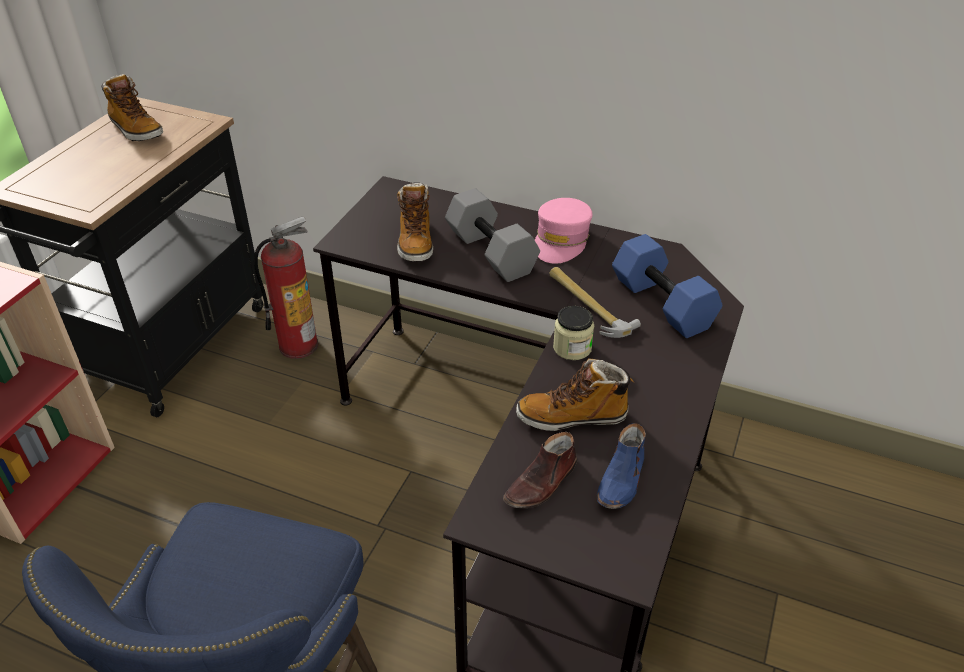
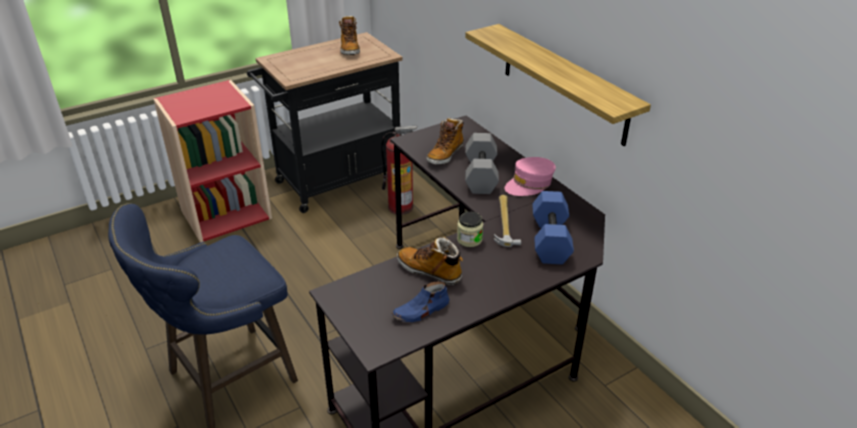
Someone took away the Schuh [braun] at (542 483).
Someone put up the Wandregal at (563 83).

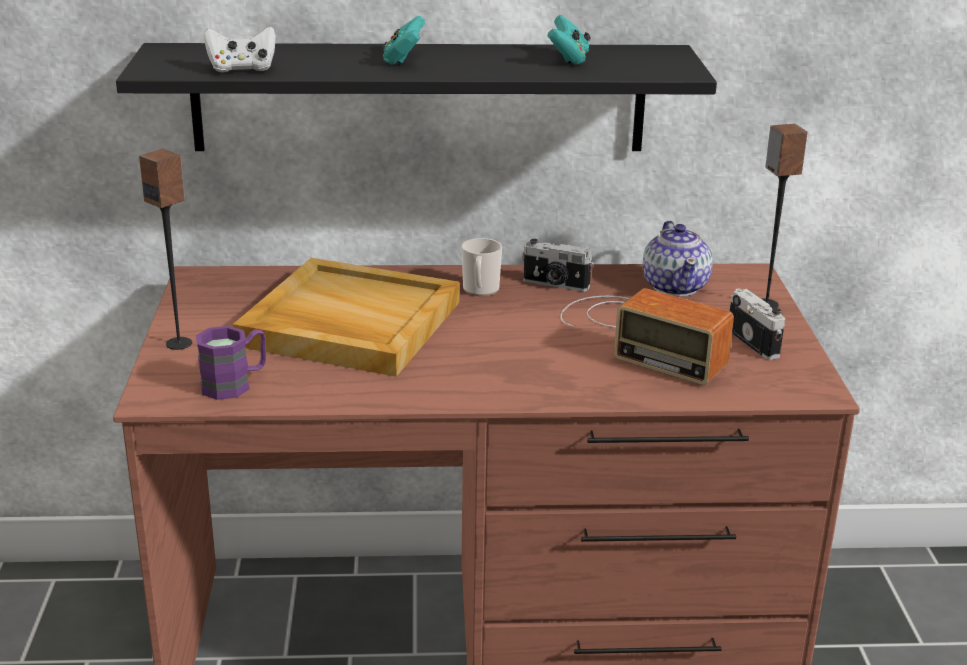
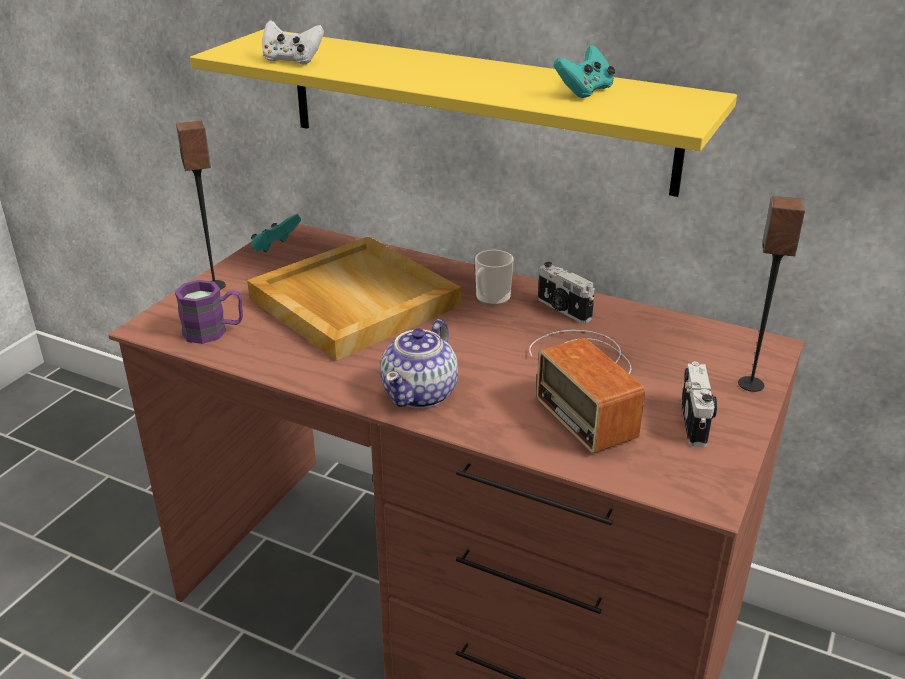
Someone carried the Gamepad [türkis] from (403 60) to (276 247).
Someone repainted the Wandregal [schwarz] at (419 97), which became the Wandregal [gelb] at (475 109).
Someone carried the Teekanne from (675 286) to (421 393).

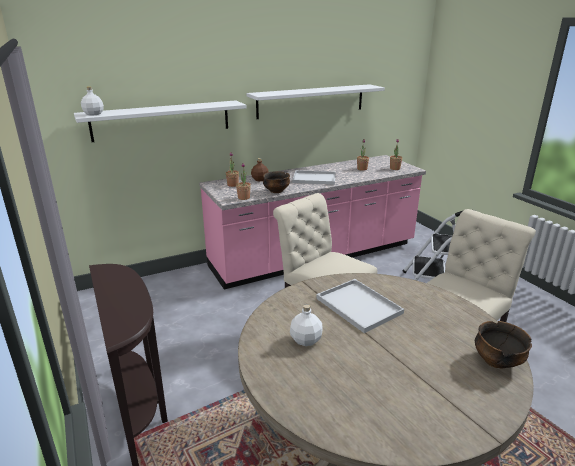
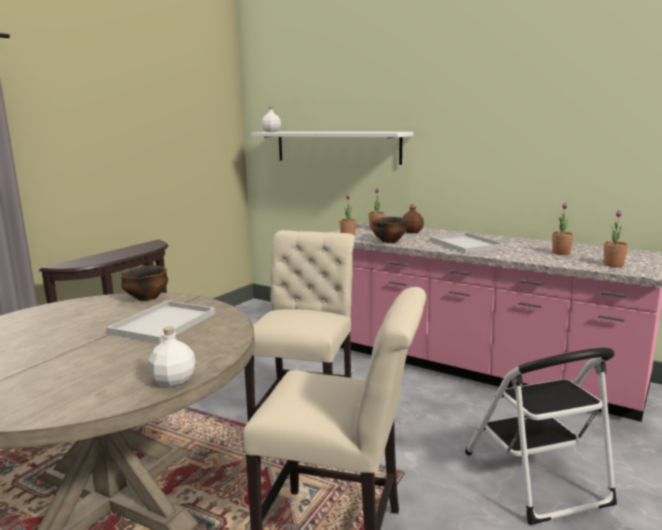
Someone took away the Wandregal [weiß] at (311 101).
Someone carried the Flasche [weiß] from (305 340) to (173 381).
Someone carried the Schüssel from (497 361) to (147 298).

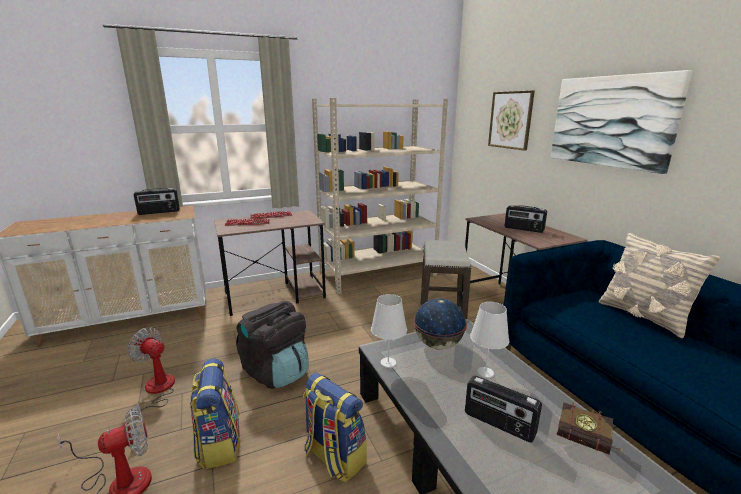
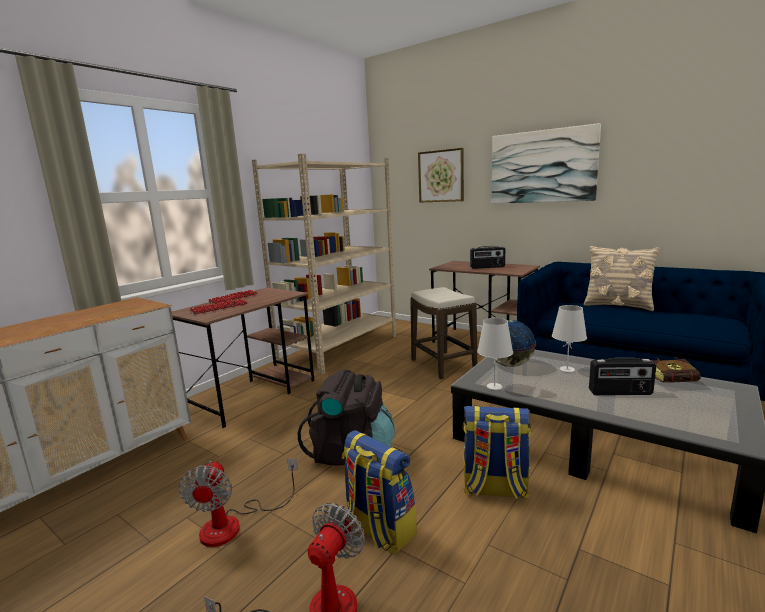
Someone took away the Radio at (159 212).
Someone rotated the Ventilator at (156 391) by 90 degrees counterclockwise.

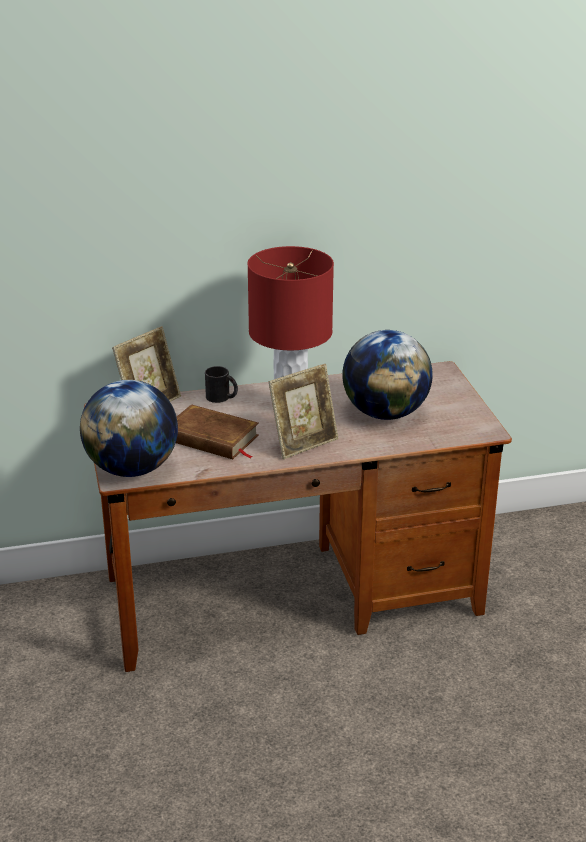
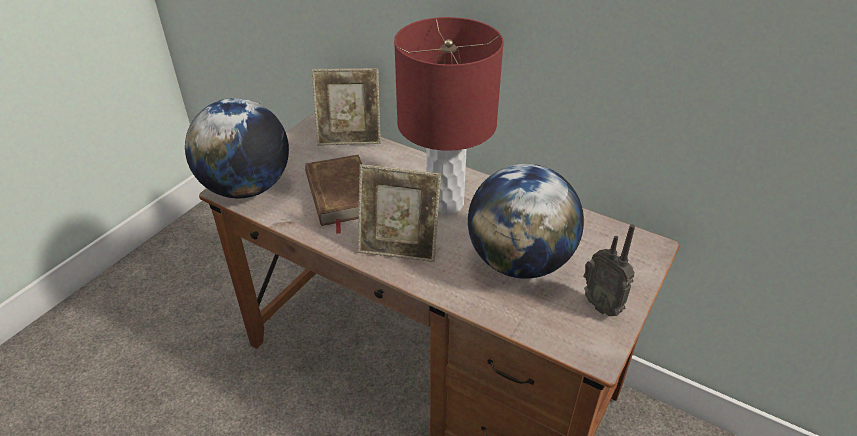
Someone took away the Henkelbecher [schwarz] at (222 397).
Someone put down the Radio at (602 305).

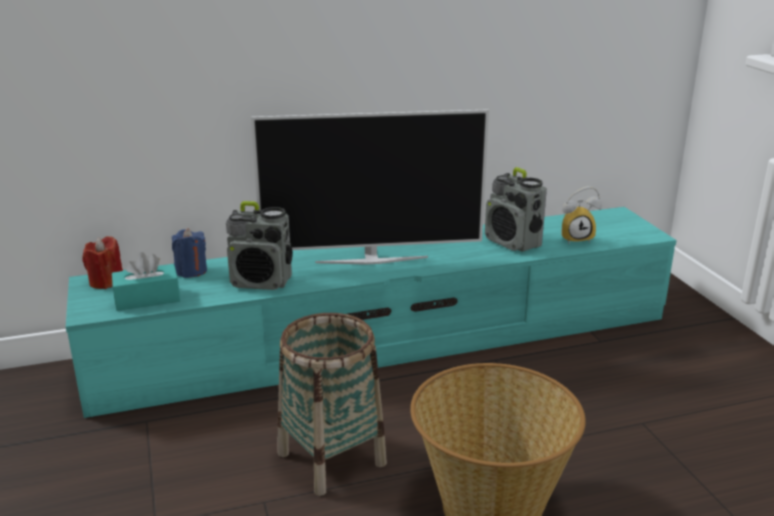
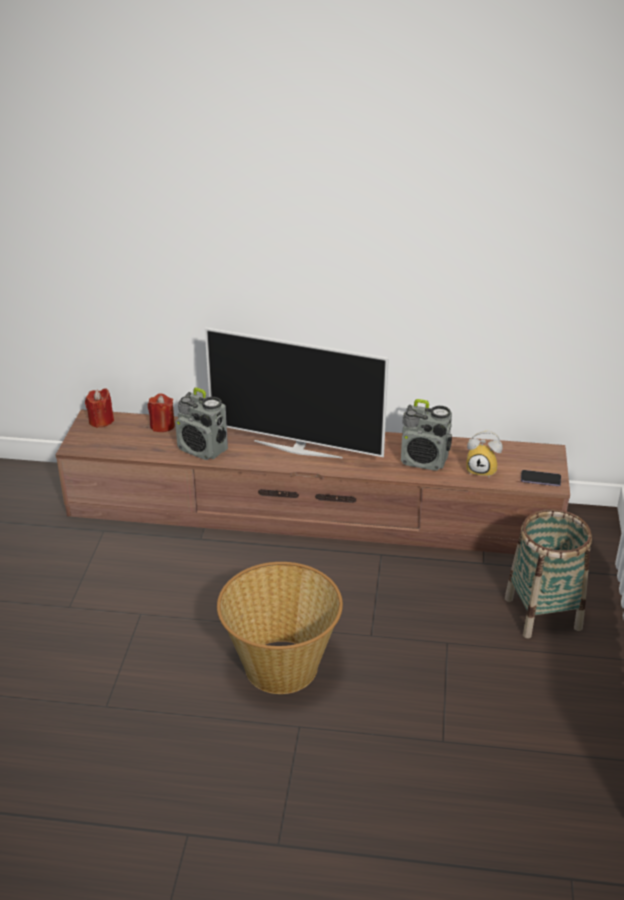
Someone rotated the Radio at (513 243) by 60 degrees counterclockwise.
Someone repainted the Fernsehschrank [türkis] at (386 339), which became the Fernsehschrank [braun] at (312 511).
Someone repainted the Kerze [blau] at (191 271), which became the Kerze [rot] at (162 425).
Someone took away the Taschentuchbox [türkis] at (147 299).
Someone carried the Korb from (332 458) to (543 613).
Someone put down the Handy at (540 479).

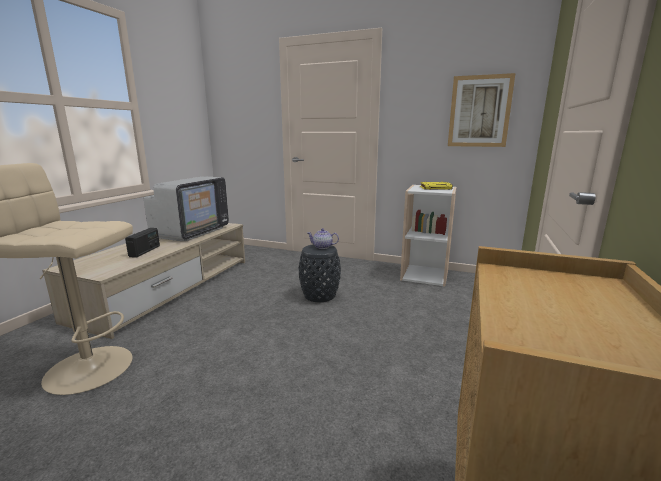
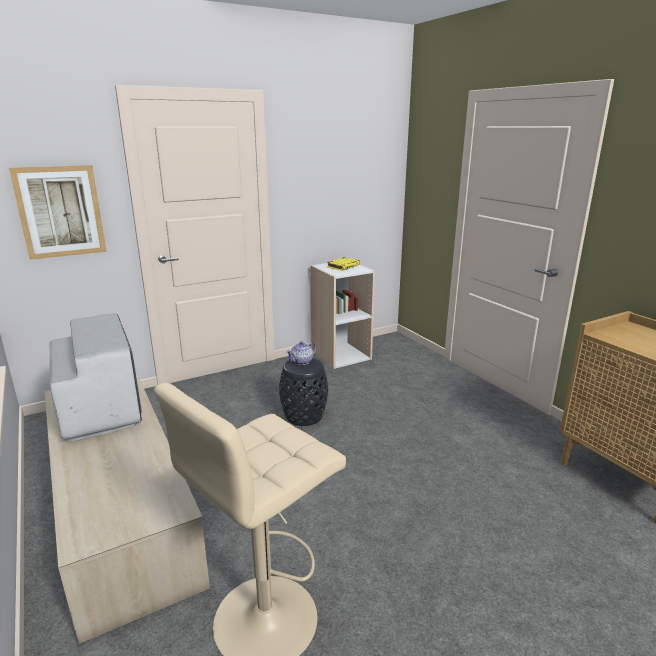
Someone carried the Bild from (479 111) to (60 212).
Someone took away the Radio at (145 251).

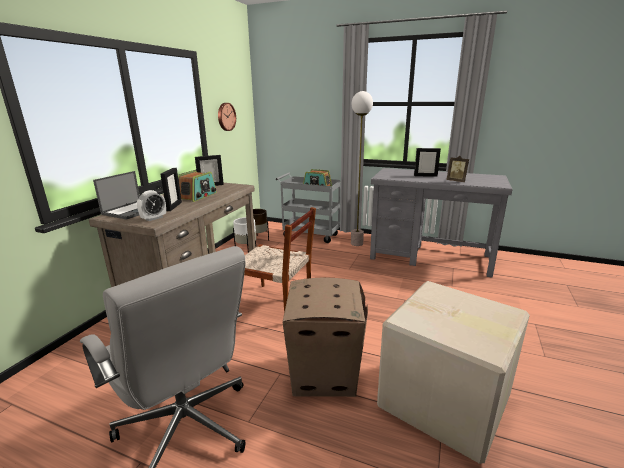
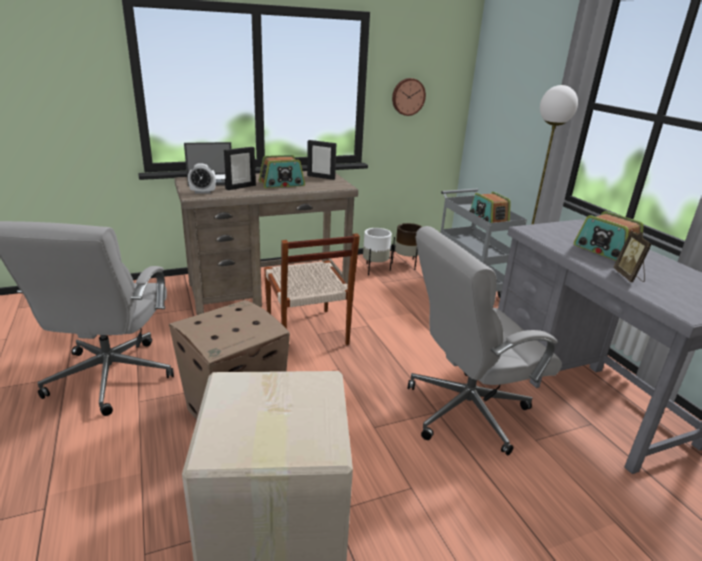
Someone swapped the Bilderrahmen at (425 176) for the Radio at (605 251).
Someone put down the Bürostuhl [grau] at (467 410).

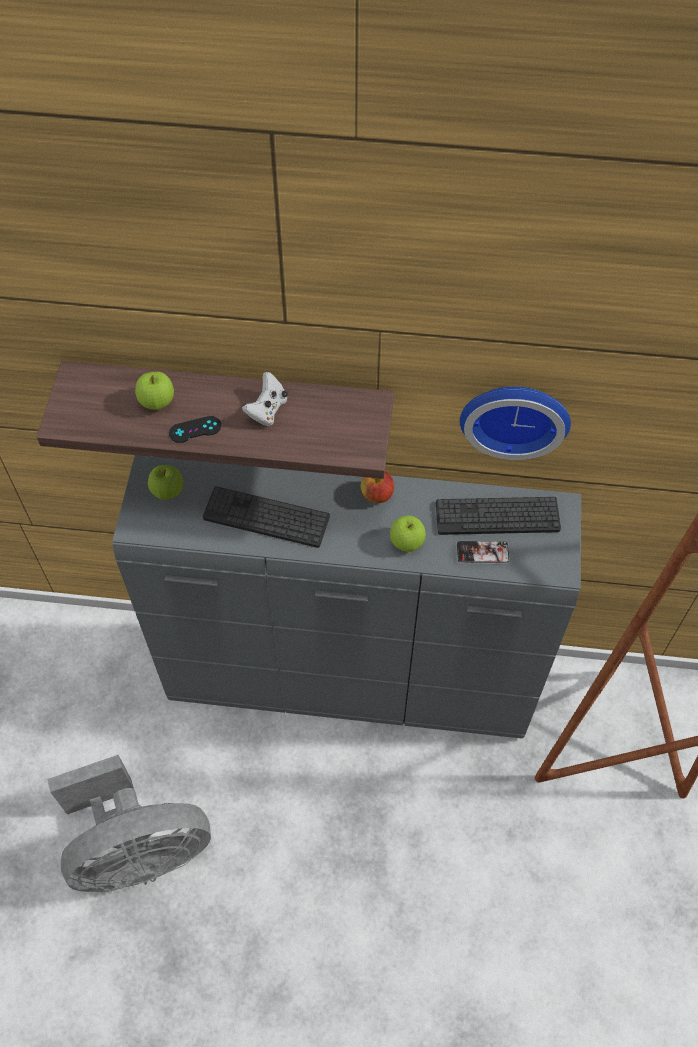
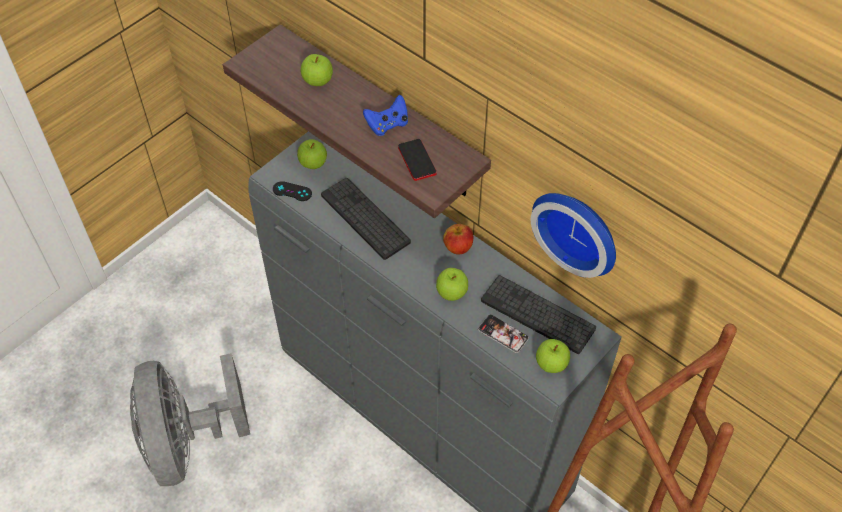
Someone repainted the Gamepad [weiß] at (267 410), which became the Gamepad [blau] at (387 125).
Someone carried the Gamepad [schwarz] from (195 429) to (292 191).
Someone rotated the Ventilator [grau] at (138 851) by 60 degrees clockwise.
Someone put down the Handy at (417 160).
Someone put down the Apfel at (551 364).

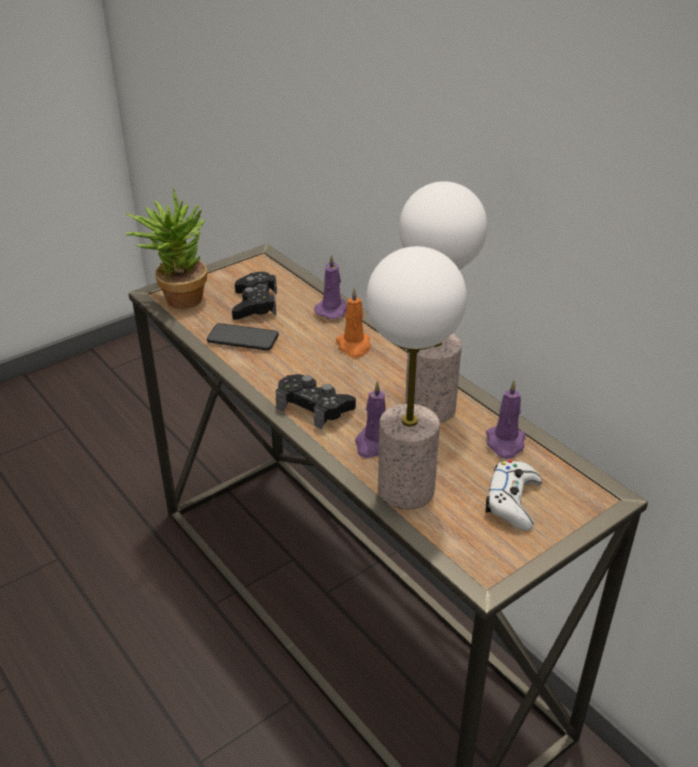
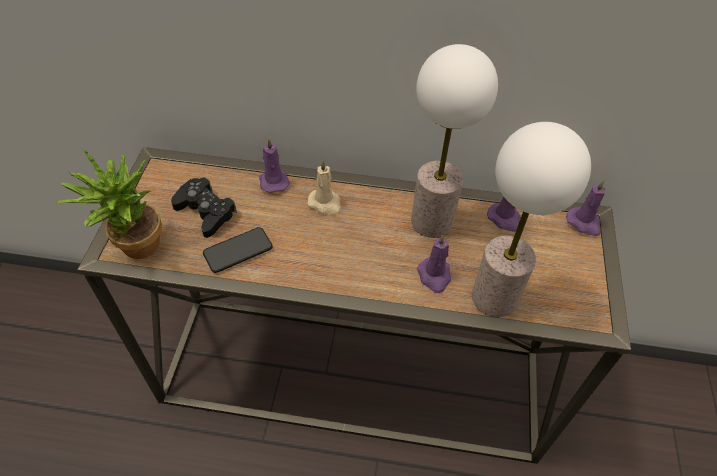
Someone repainted the Kerze [orange] at (354 346), which became the Kerze [beige] at (325 203).
Someone took away the Gamepad [schwarz] at (314 407).
Someone took away the Gamepad [weiß] at (512 501).
Someone put down the Kerze [lila] at (584 223).

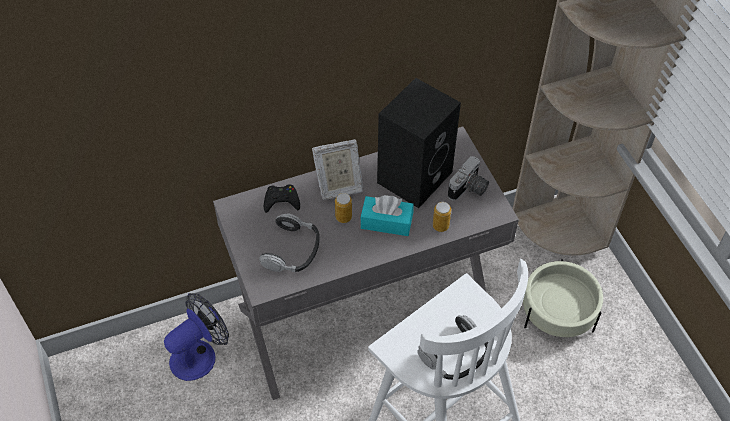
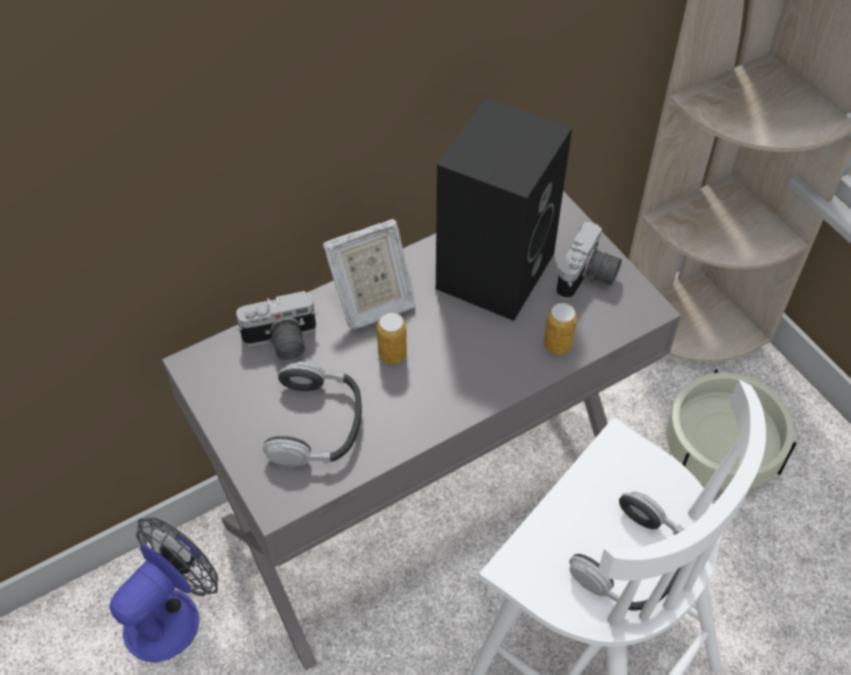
Someone swapped the Gamepad [schwarz] at (281 201) for the Kamera at (281 342).
Someone took away the Taschentuchbox [türkis] at (386 222).

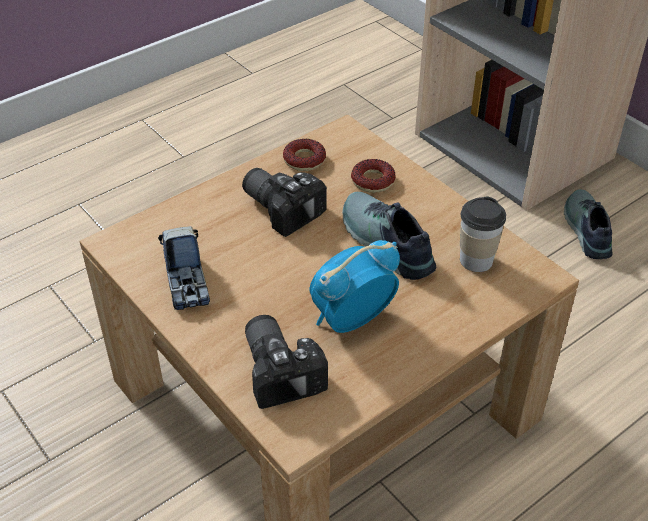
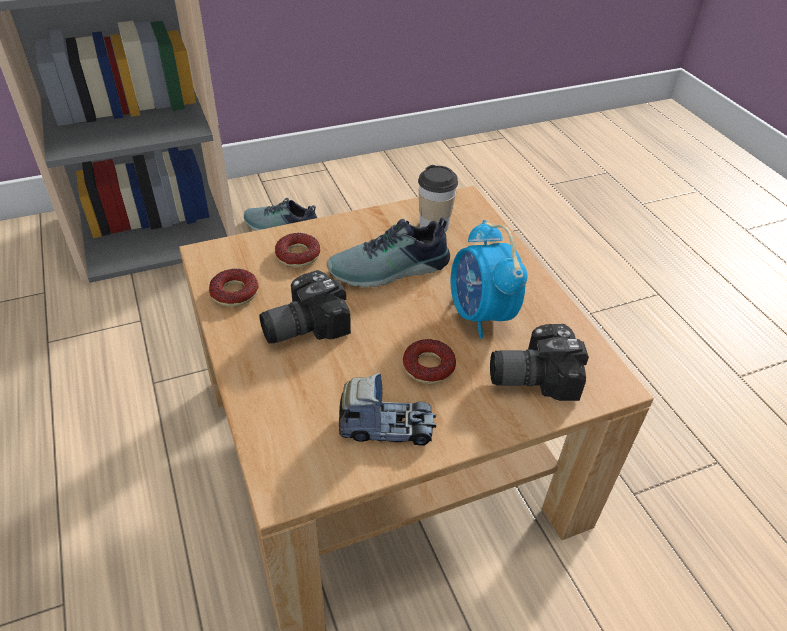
Someone put down the Donut at (428 366).

